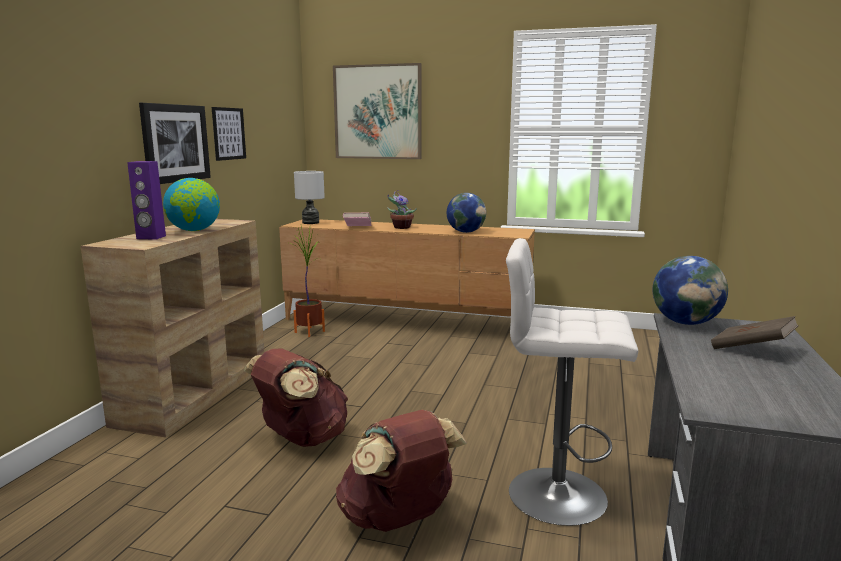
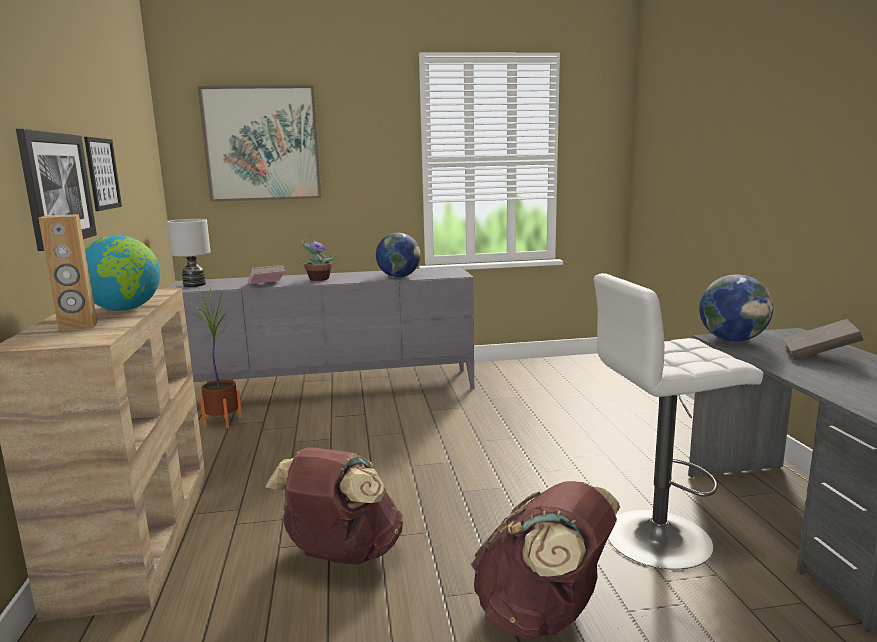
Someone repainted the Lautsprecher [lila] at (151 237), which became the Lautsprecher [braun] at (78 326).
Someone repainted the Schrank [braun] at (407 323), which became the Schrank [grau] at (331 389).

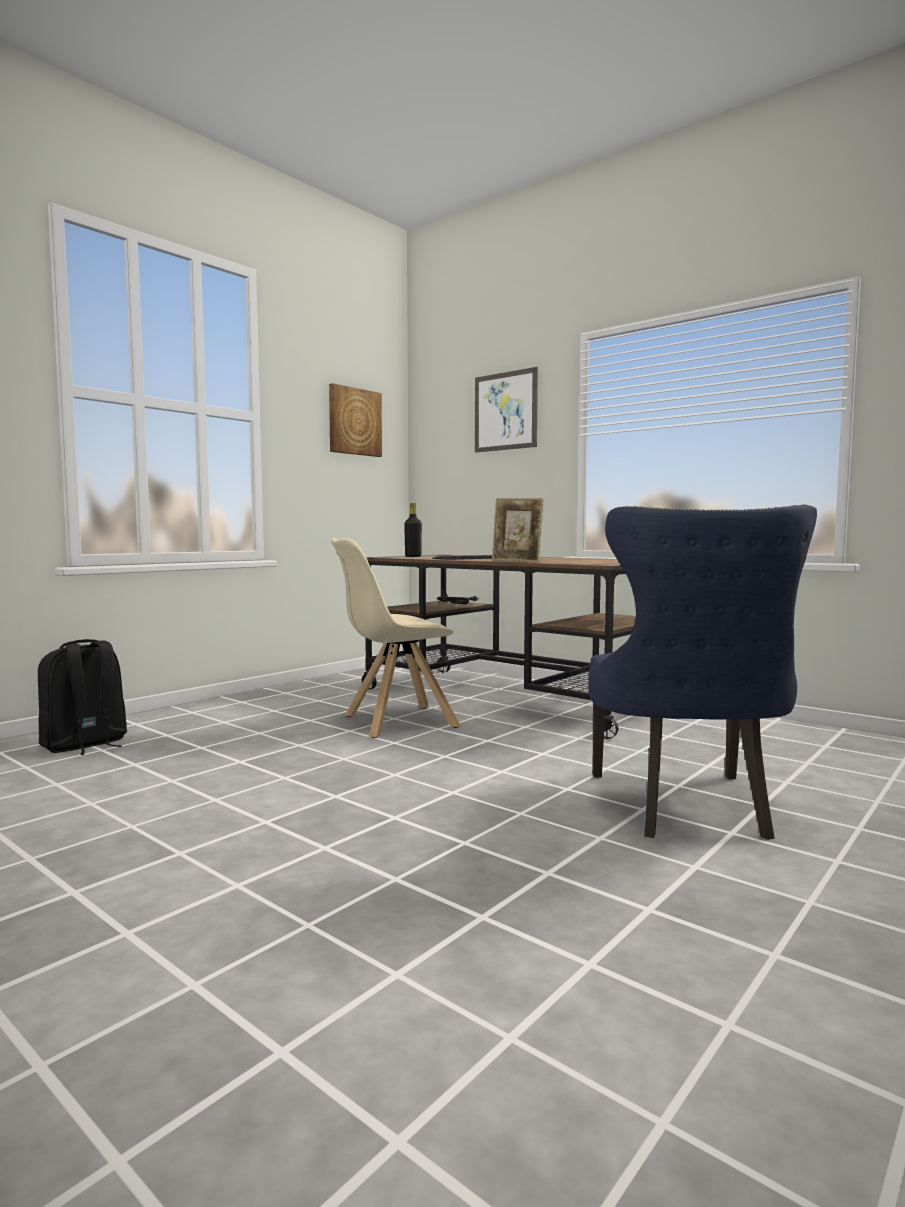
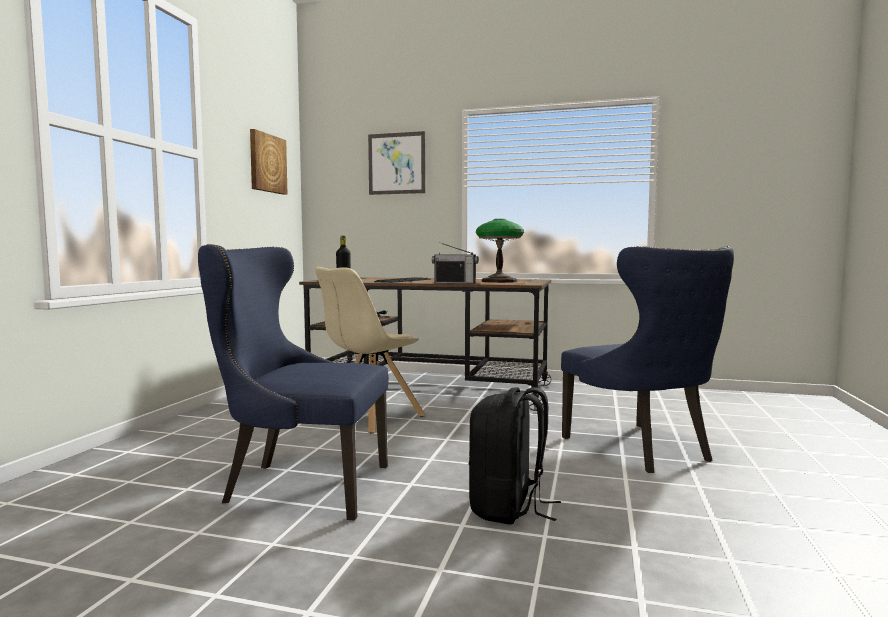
Someone swapped the Bilderrahmen at (516 561) for the Radio at (455 283).
Someone carried the Rucksack [schwarz] from (84 745) to (508 508).
Someone put down the Tischlampe at (499 281).
Someone put down the Stuhl [blau] at (301 486).

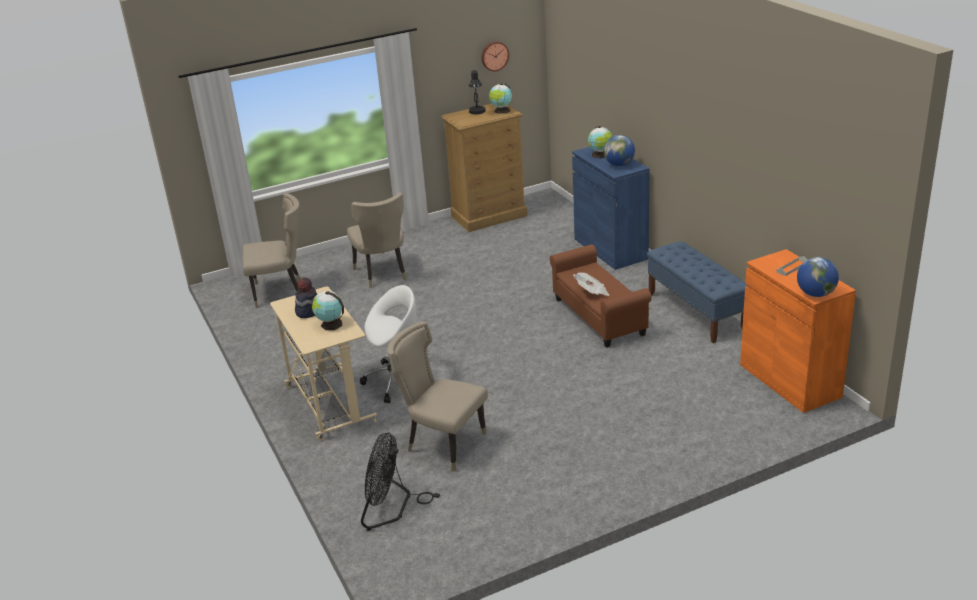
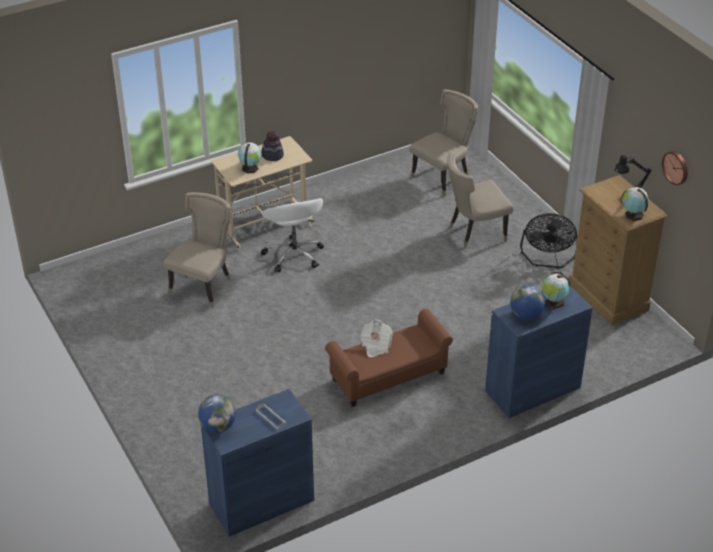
Someone rotated the Stuhl [beige] at (280 292) by 120 degrees counterclockwise.
Someone took away the Bank [blau] at (696 312).
Someone repainted the Schrank [orange] at (790 380), which became the Schrank [blau] at (261 502).
Someone carried the Ventilator [schwarz] from (394 504) to (549 262).

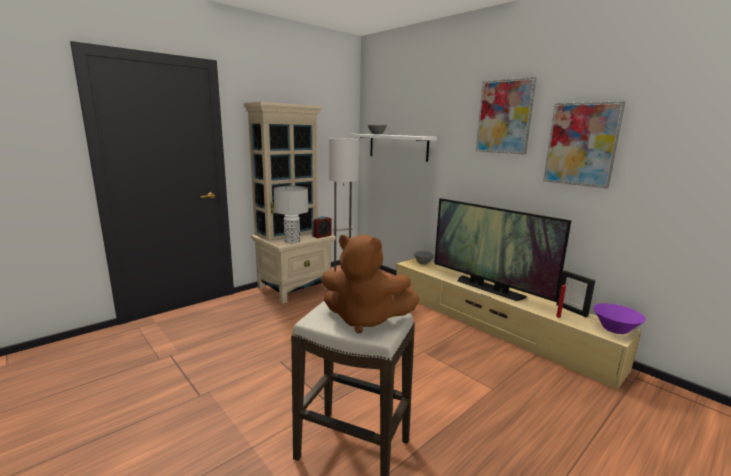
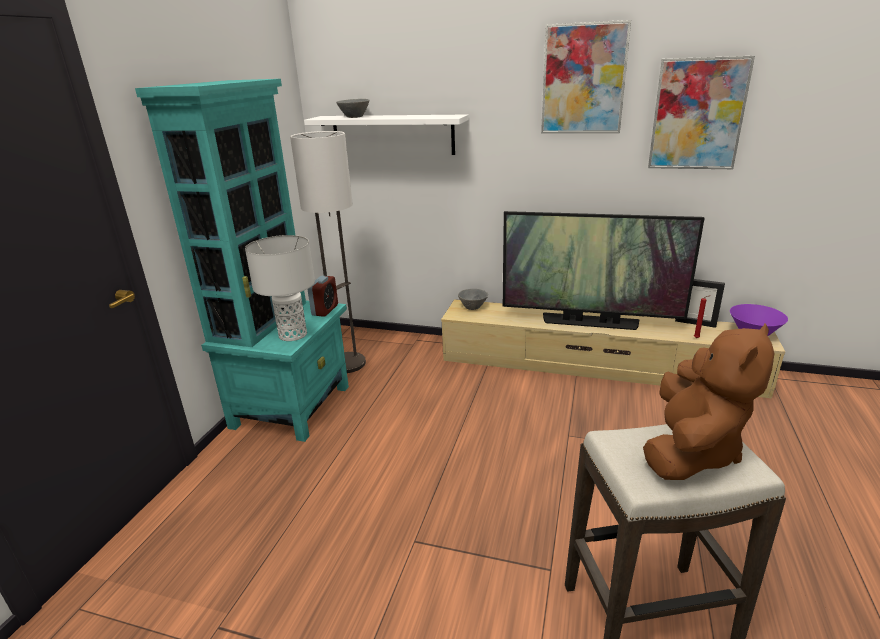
Someone repainted the Schrank [beige] at (295 288), which became the Schrank [türkis] at (293 406).
Someone rotated the Plüschtier [braun] at (365 319) by 45 degrees counterclockwise.

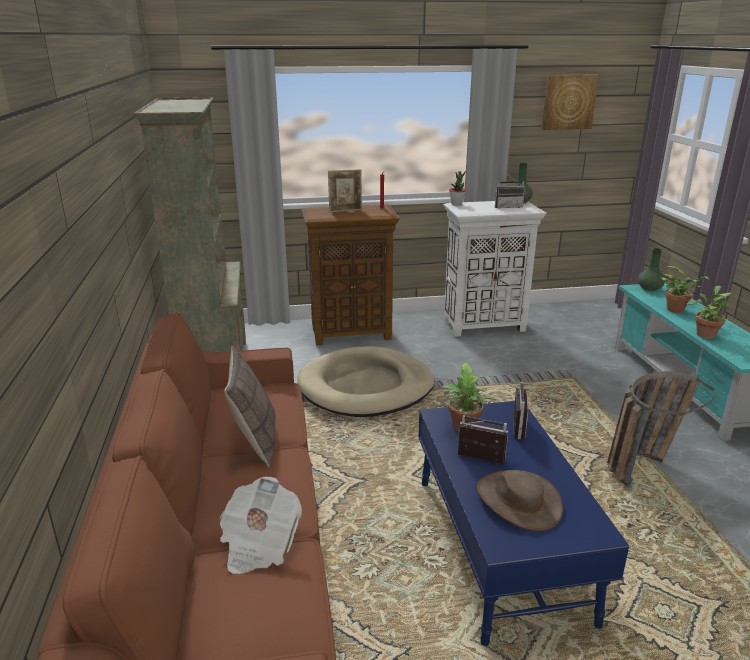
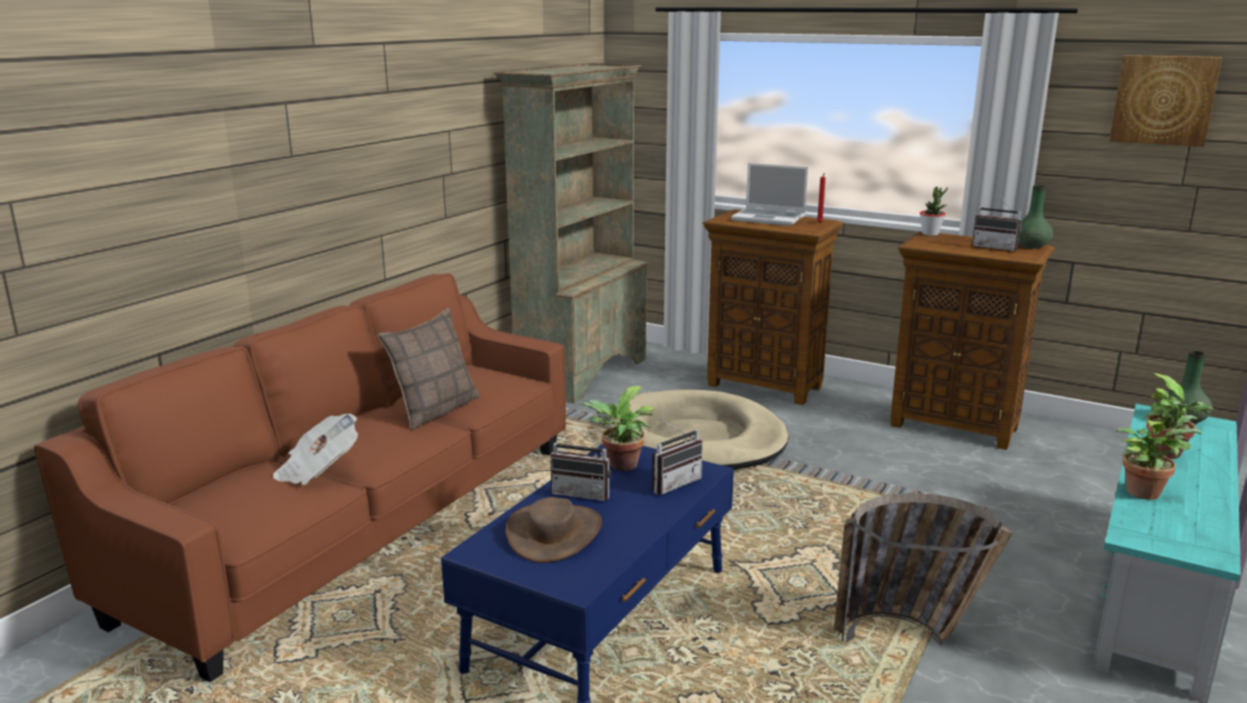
Someone swapped the Bilderrahmen at (345 211) for the Laptop at (769 218).
Someone repainted the Schrank [weiß] at (484 325), which became the Schrank [braun] at (956 426).
Someone rotated the Radio at (479 460) by 135 degrees clockwise.

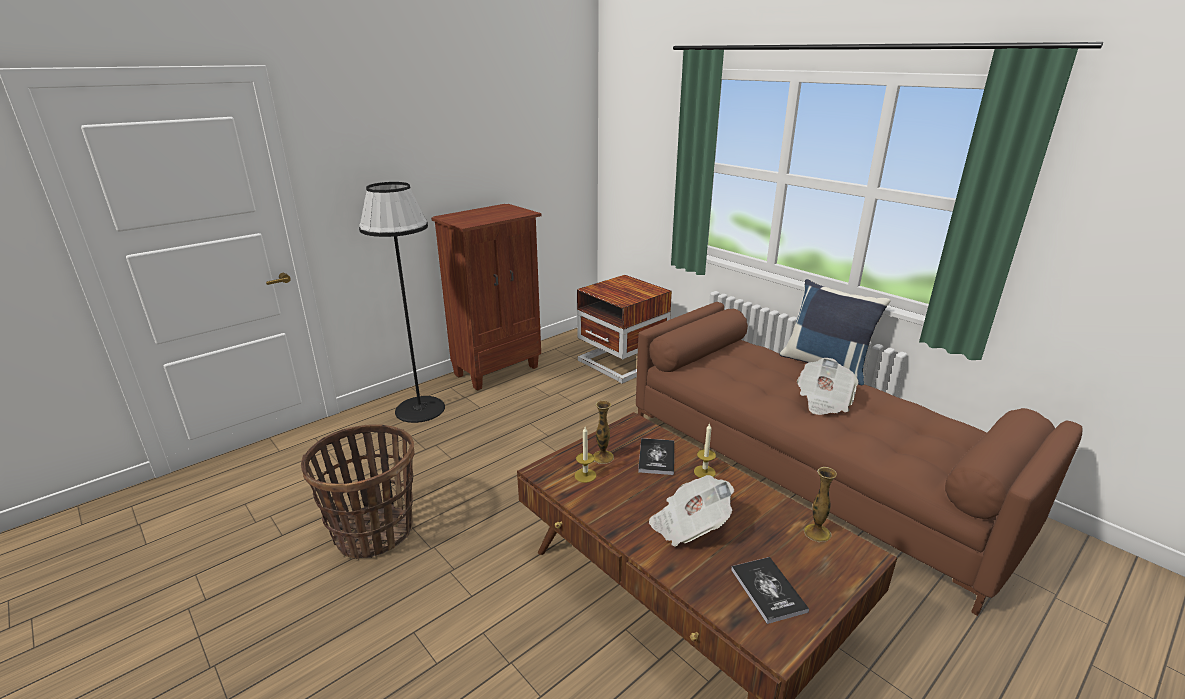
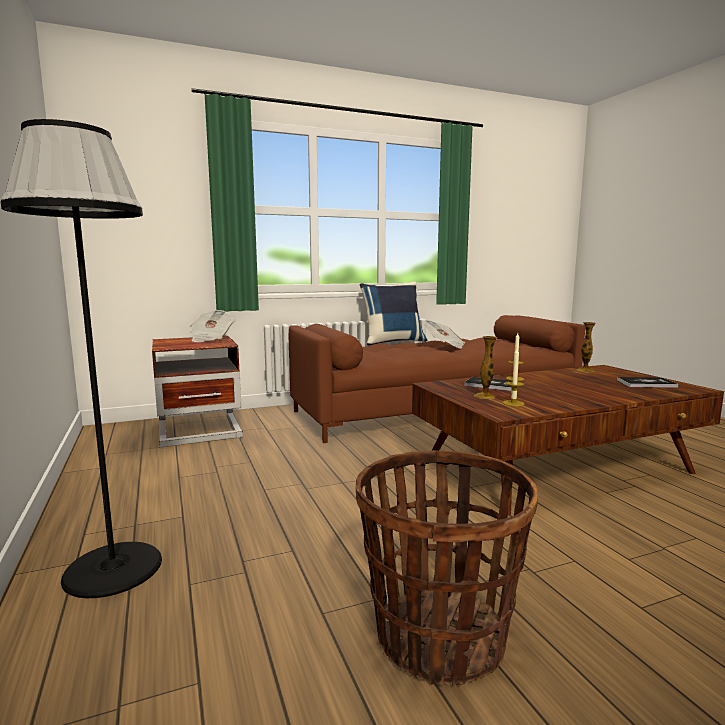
Someone took away the Schrank [braun] at (498 372).
Someone carried the Zeitung from (689 526) to (211 339).

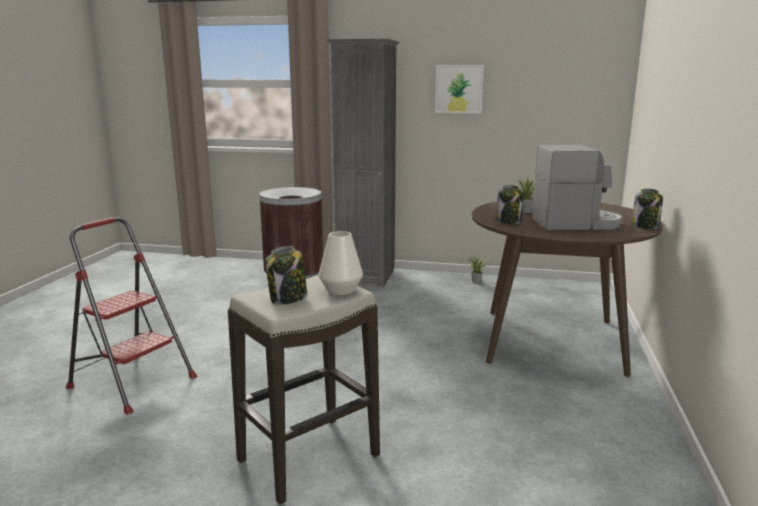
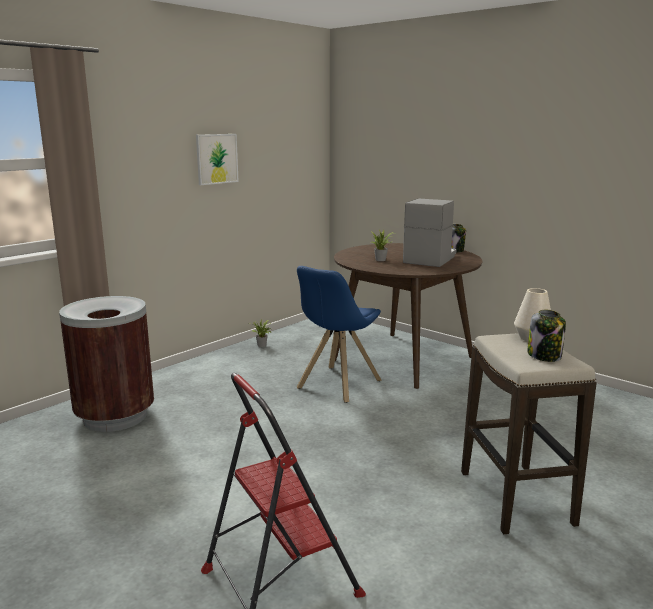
Someone took away the Schrank [grau] at (366 276).
Someone took away the Vorratsglas at (509 221).
Someone put down the Stuhl [blau] at (338 384).

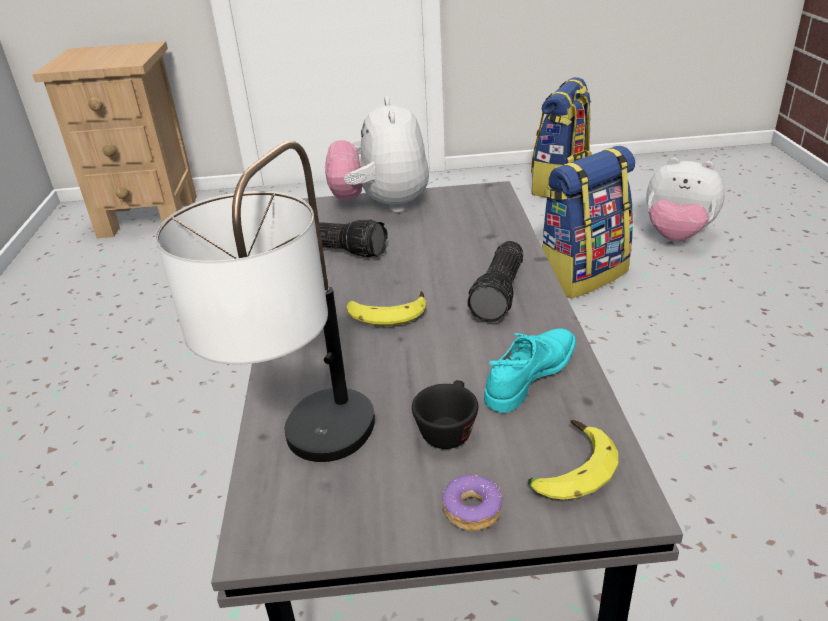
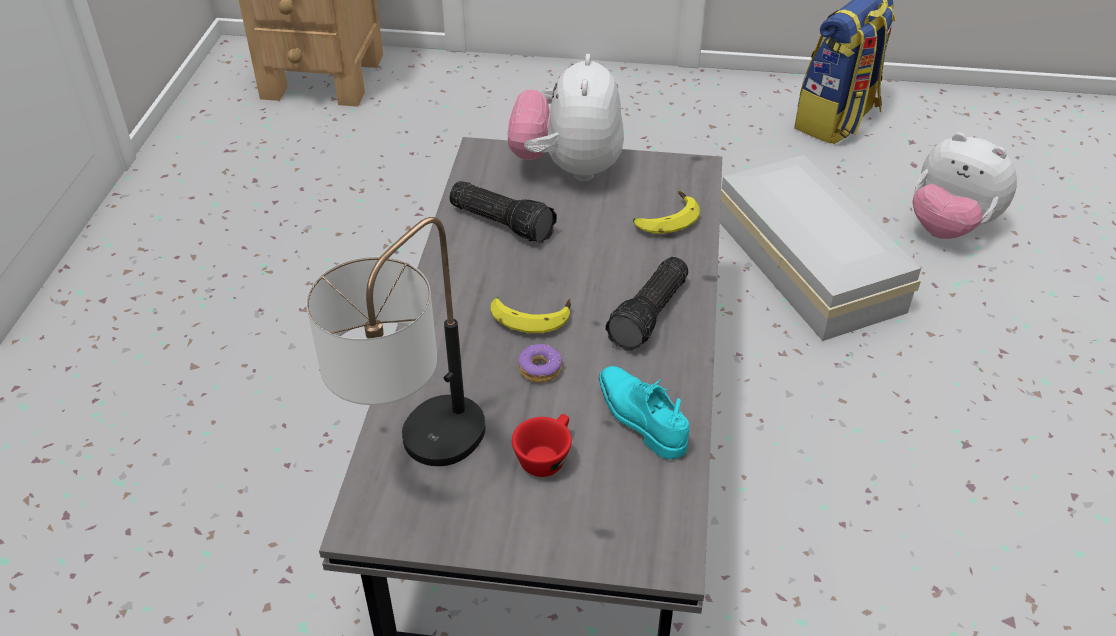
Someone swapped the Rucksack at (581 275) for the Aufbewahrungsbox [weiß] at (808 261).
Someone rotated the Schuh [türkis] at (530 377) by 90 degrees counterclockwise.
Someone repainted the Tasse [schwarz] at (447 429), which became the Tasse [rot] at (545 456).
Someone carried the Banane from (567 468) to (664 219).
Someone carried the Donut from (471 509) to (539 369).

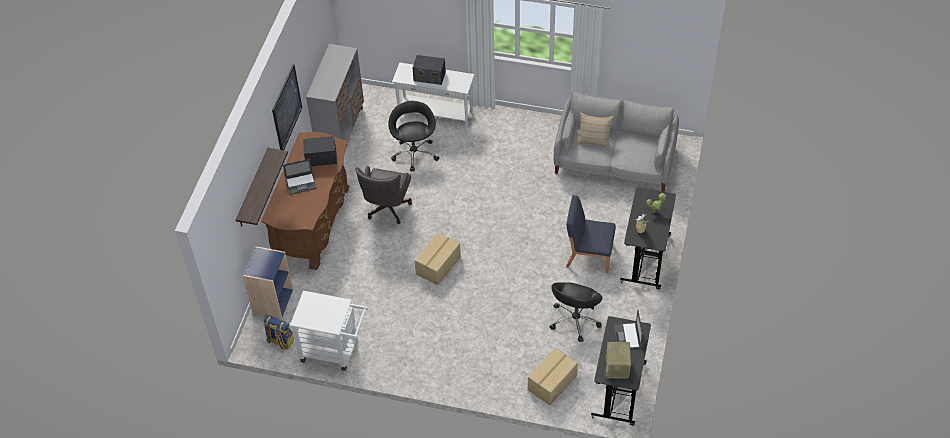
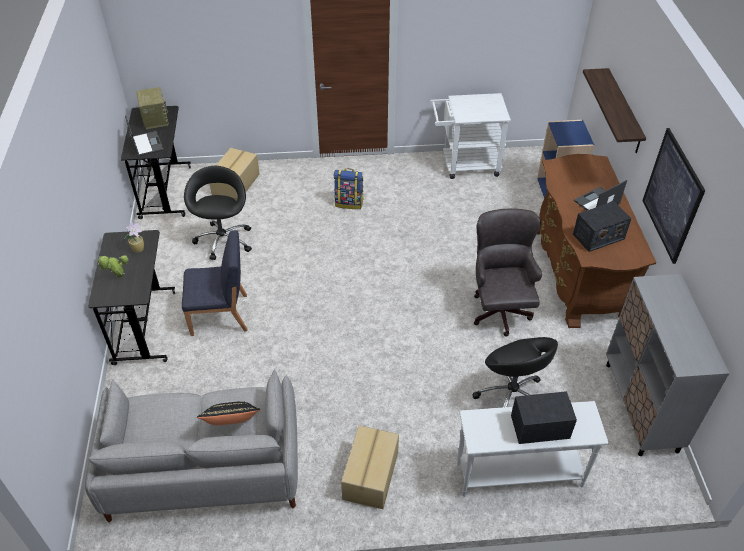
Someone repainted the Kissen [beige] at (594 139), which became the Kissen [schwarz] at (232 425).
Someone carried the Karton from (439 265) to (369 475).
Someone carried the Rucksack from (280 341) to (349 203).

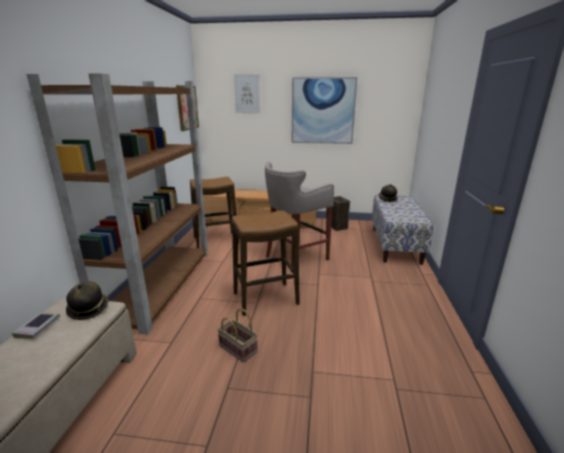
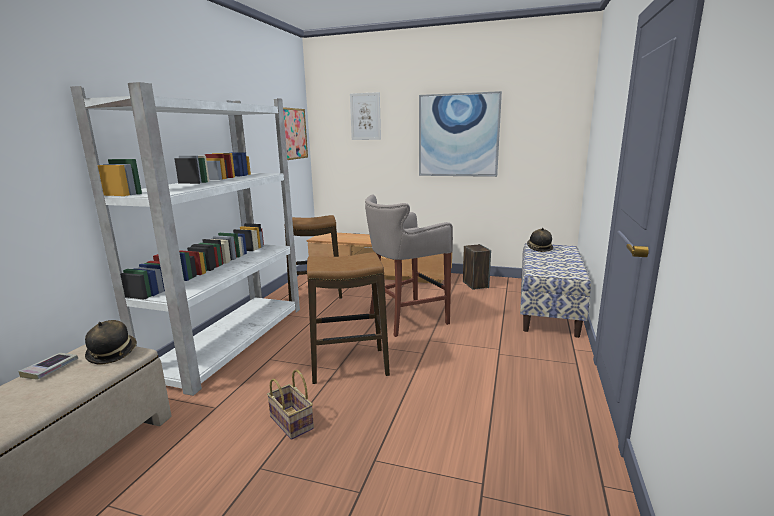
Someone repainted the Bücherregal [braun] at (160 284), which became the Bücherregal [weiß] at (231 340).

